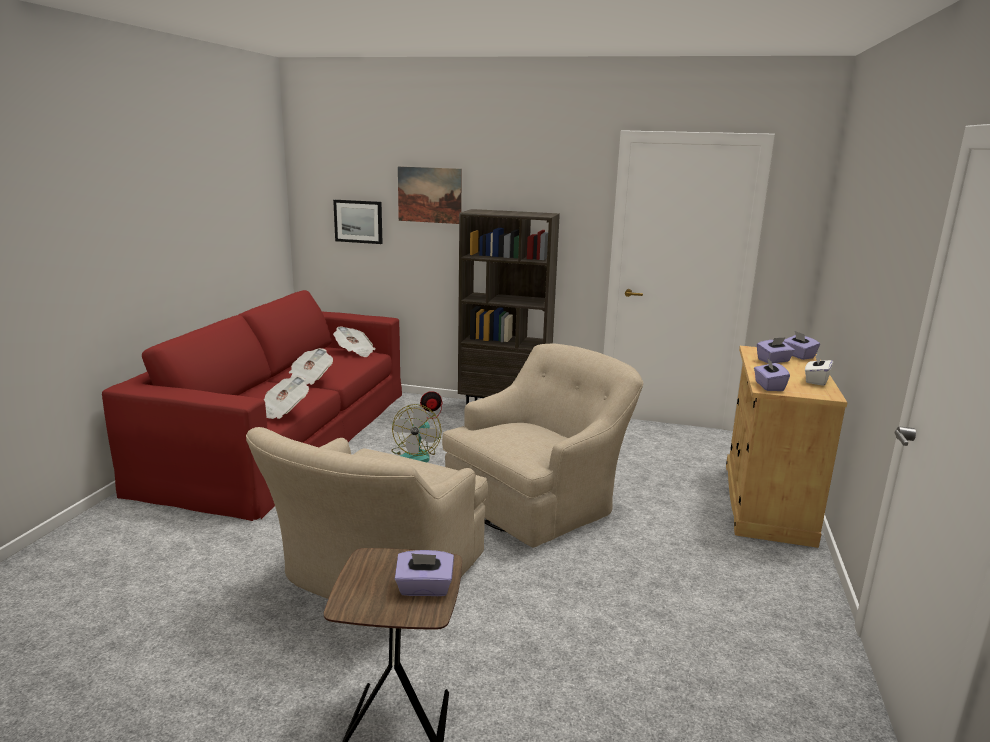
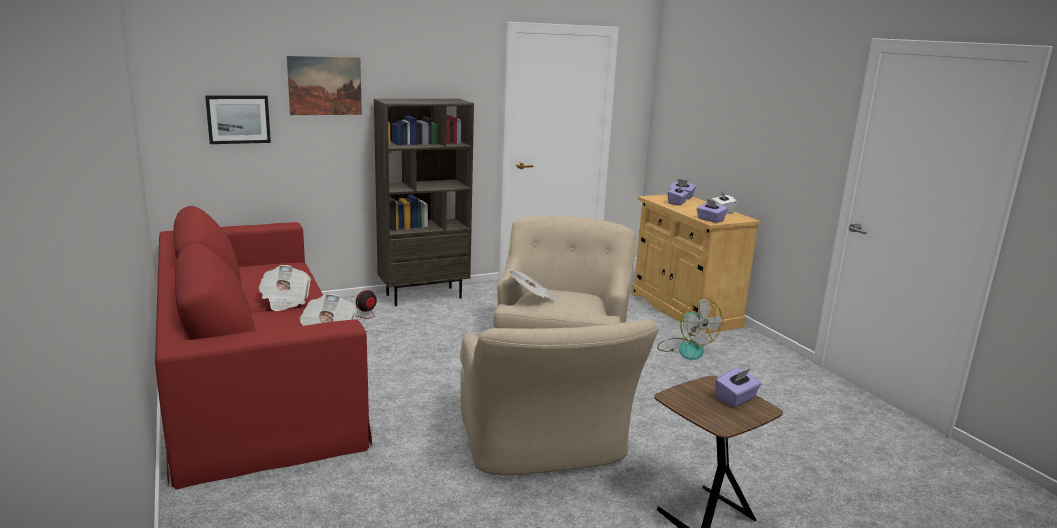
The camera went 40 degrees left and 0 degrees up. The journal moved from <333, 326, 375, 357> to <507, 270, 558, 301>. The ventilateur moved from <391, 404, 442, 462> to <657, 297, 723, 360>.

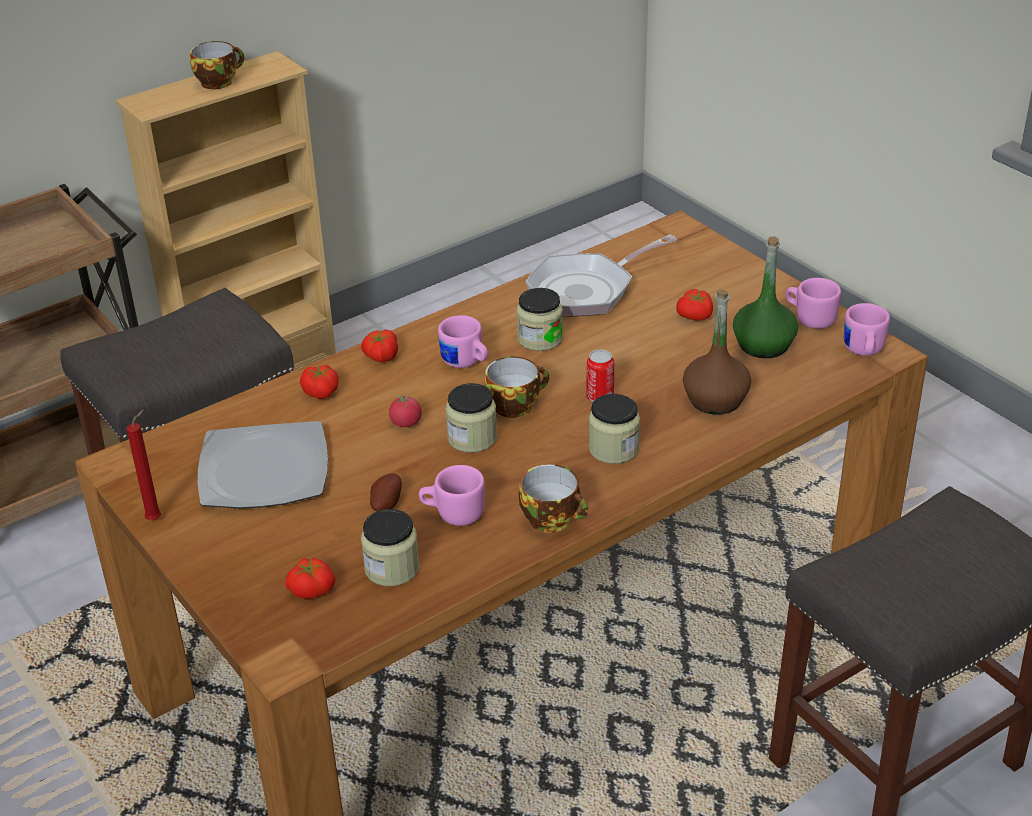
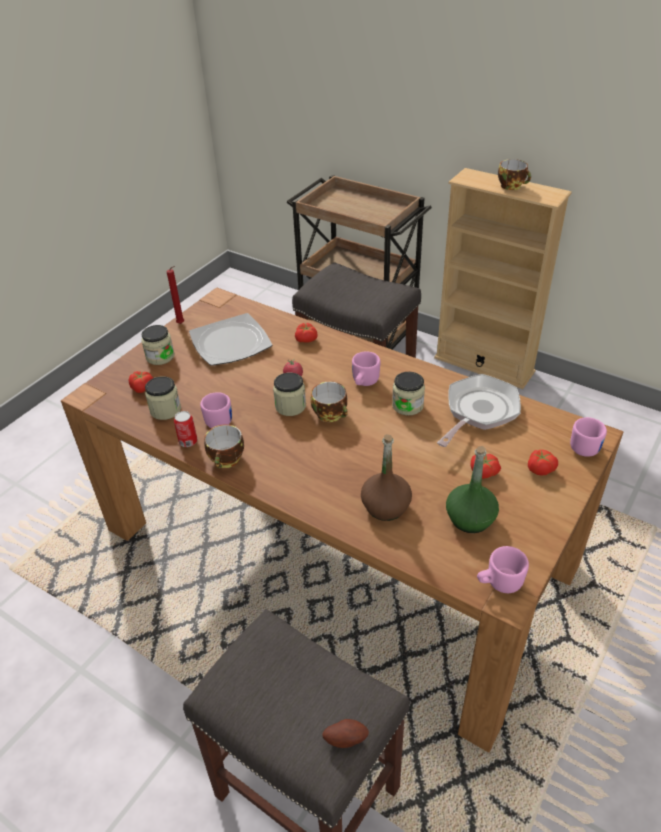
The camera went 70 degrees right and 5 degrees up. The tomate moved from <361, 329, 398, 362> to <528, 450, 558, 476>. The pomme de terre moved from <370, 473, 402, 512> to <323, 719, 369, 748>. The boîte métallique moved from <586, 349, 614, 402> to <174, 411, 197, 447>. The bocal moved from <589, 394, 640, 464> to <141, 325, 174, 365>. The mug/rose moved from <785, 278, 841, 329> to <570, 417, 607, 457>. The poêle at <525, 234, 677, 316> turned 90 degrees clockwise.

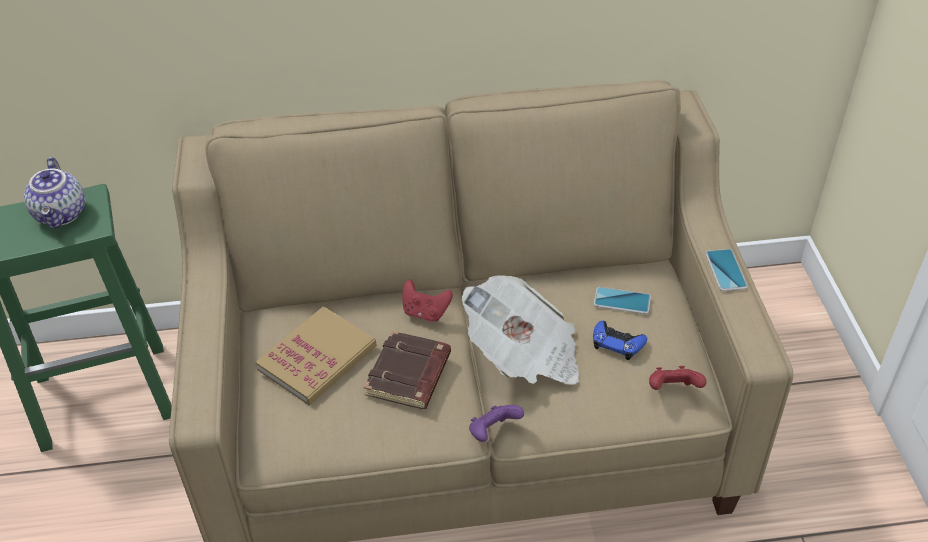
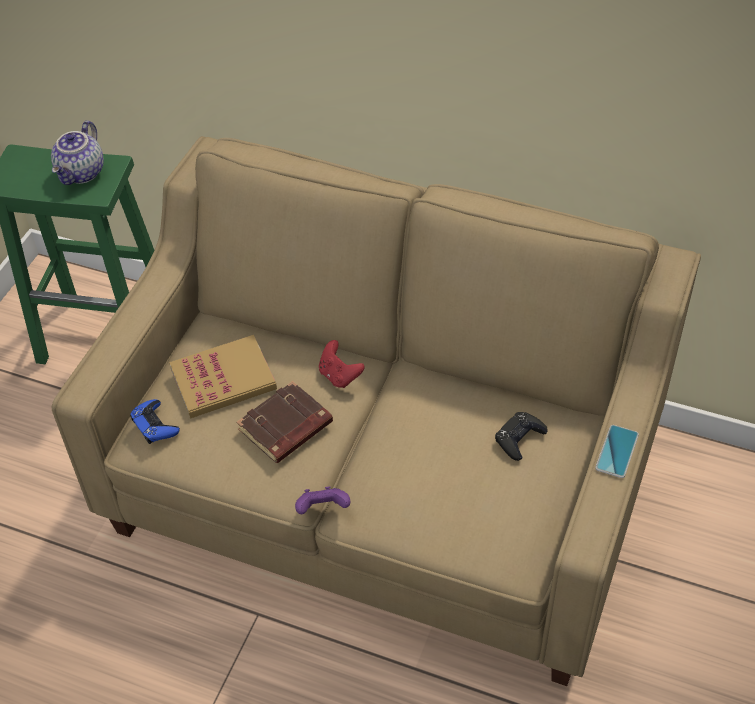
The camera went 30 degrees right and 5 degrees up. The journal at <462, 275, 579, 385> disappeared. The manette/rouge at <649, 366, 706, 390> disappeared. The manette/bleu moved from <593, 321, 647, 360> to <130, 399, 180, 444>. The téléphone at <594, 287, 651, 314> was replaced by the manette/noir at <495, 412, 548, 461>.

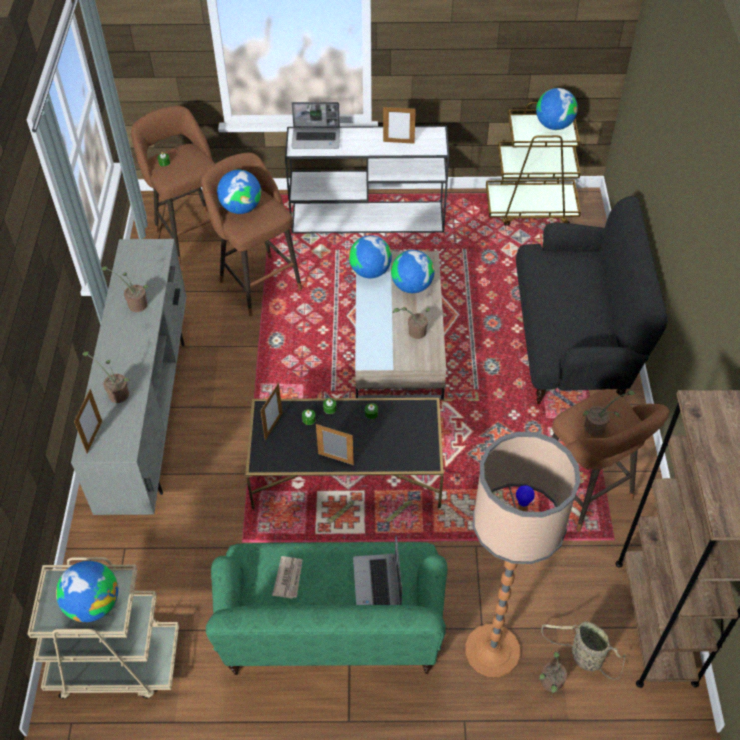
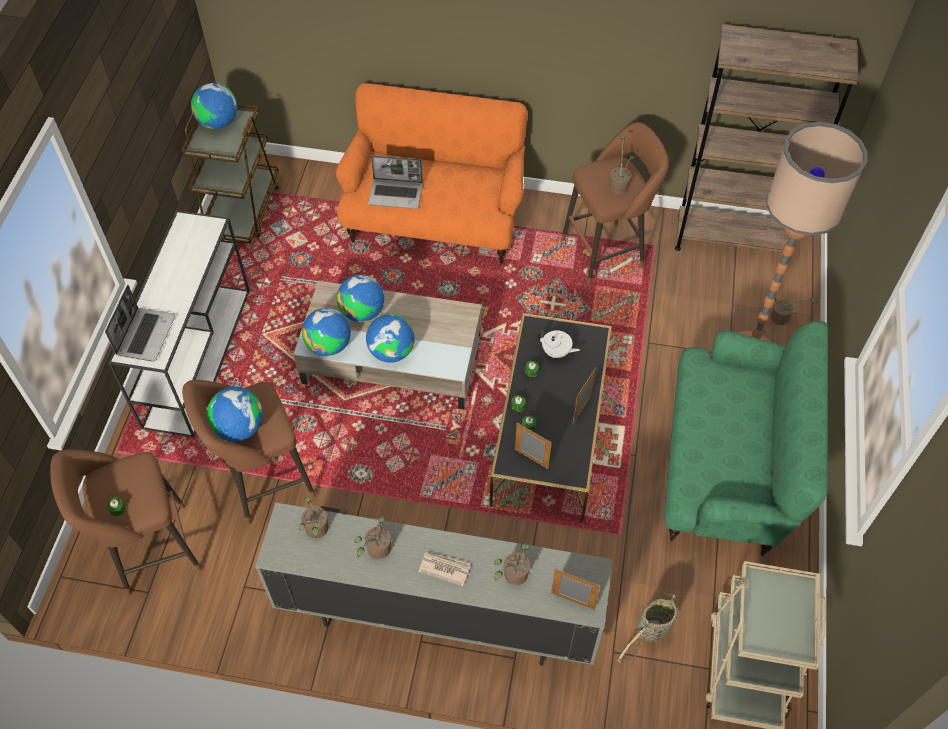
The camera went 80 degrees left and 5 degrees up. The cadre photo at <383, 107, 416, 144> disappeared. The théière/blanc at <537, 330, 580, 358> appeared. The globe moved from <56, 561, 118, 622> to <366, 314, 415, 363>. The journal moved from <272, 556, 302, 599> to <419, 552, 471, 586>. The ordinateur portable moved from <353, 534, 402, 605> to <368, 155, 423, 209>. The plante en pot moved from <393, 307, 431, 339> to <299, 497, 329, 539>. The panier moved from <541, 621, 625, 679> to <618, 592, 679, 665>. The canapé/noir at <516, 196, 668, 404> became the canapé/orange at <336, 83, 527, 264>.

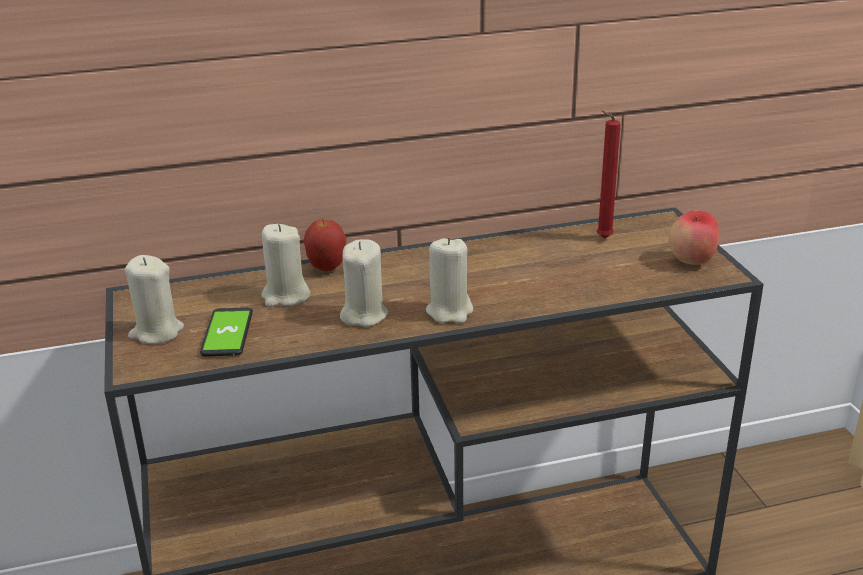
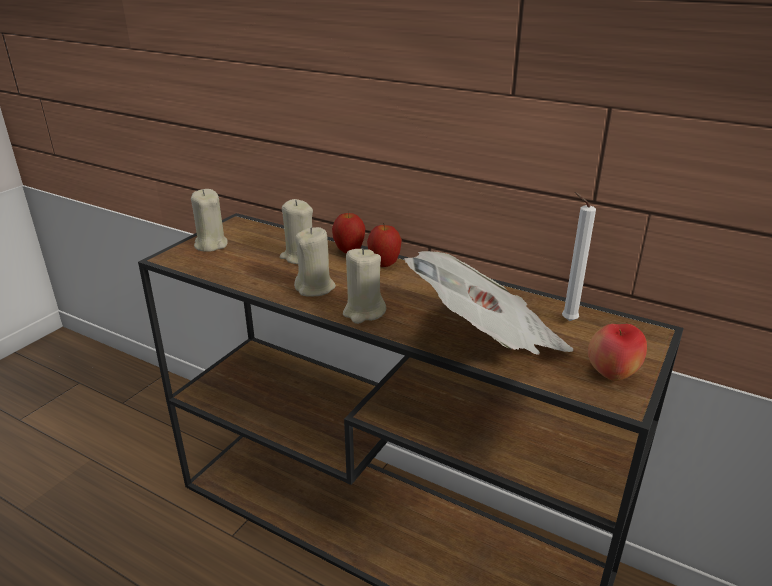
The camera went 45 degrees right and 0 degrees up. The téléphone at <200, 308, 253, 356> disappeared. The pomme at <367, 225, 402, 267> appeared. The journal at <404, 251, 573, 355> appeared. The bougie/rouge at <596, 111, 621, 239> became the bougie/blanc at <562, 192, 596, 321>.

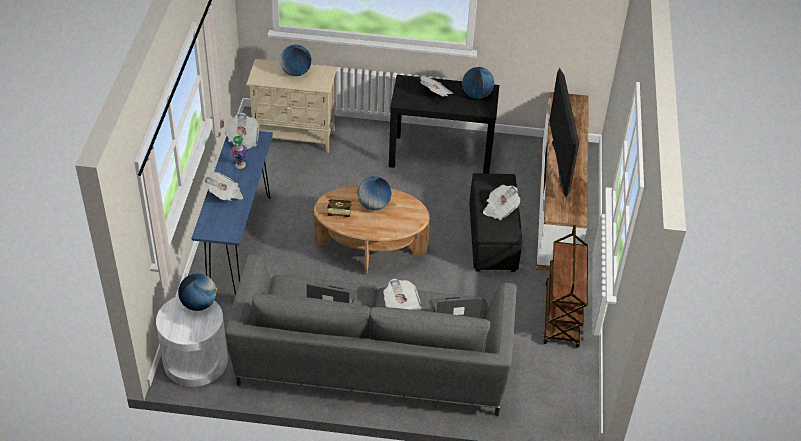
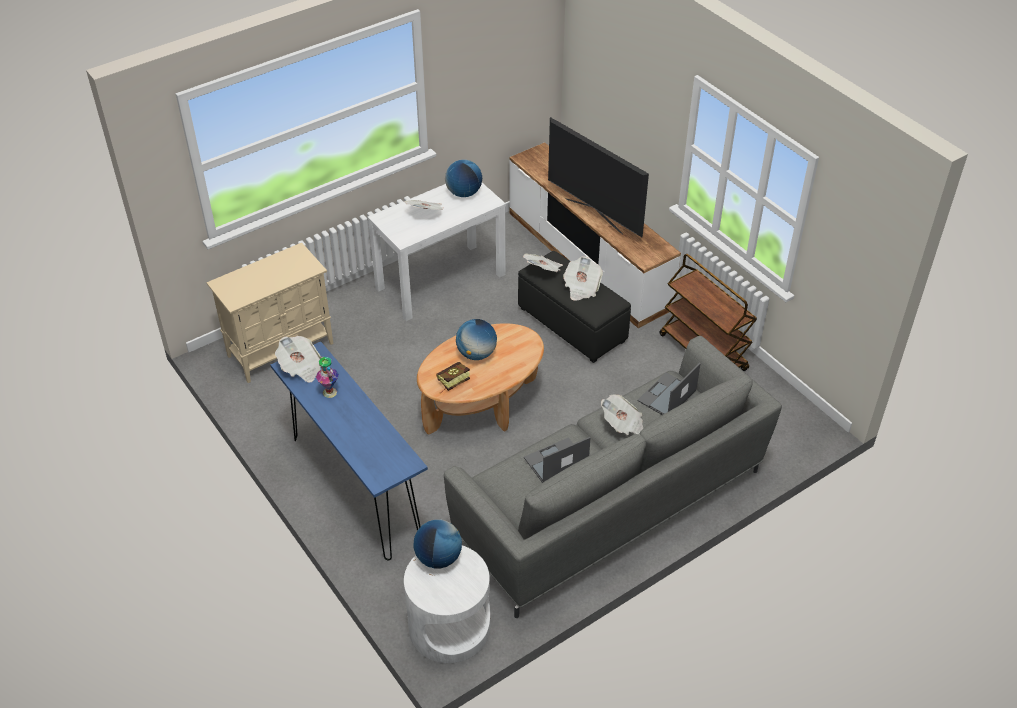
The camera went 40 degrees left and 0 degrees up. The globe at <280, 44, 311, 76> disappeared. The journal moved from <204, 172, 243, 201> to <523, 254, 563, 272>. The table console/noir at <389, 75, 499, 174> became the table console/blanc at <367, 183, 506, 321>.

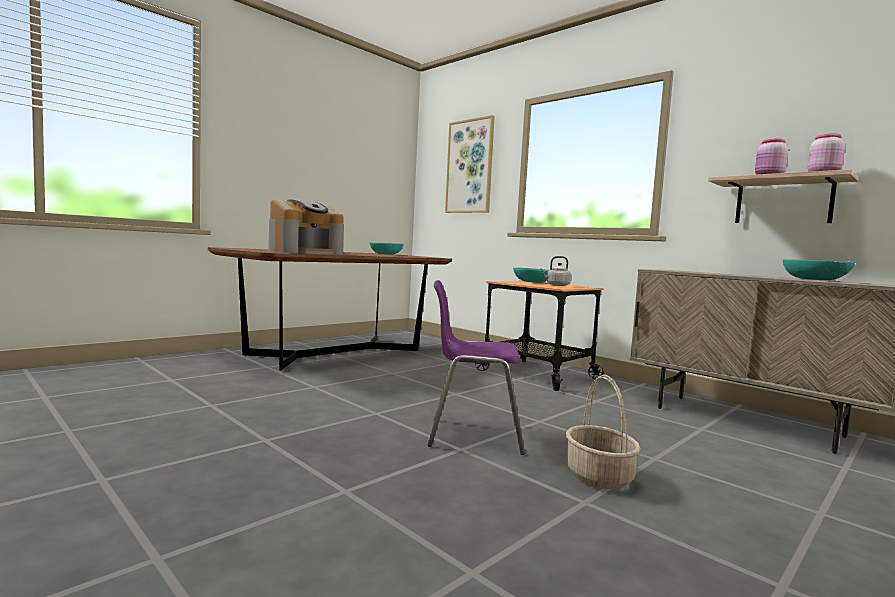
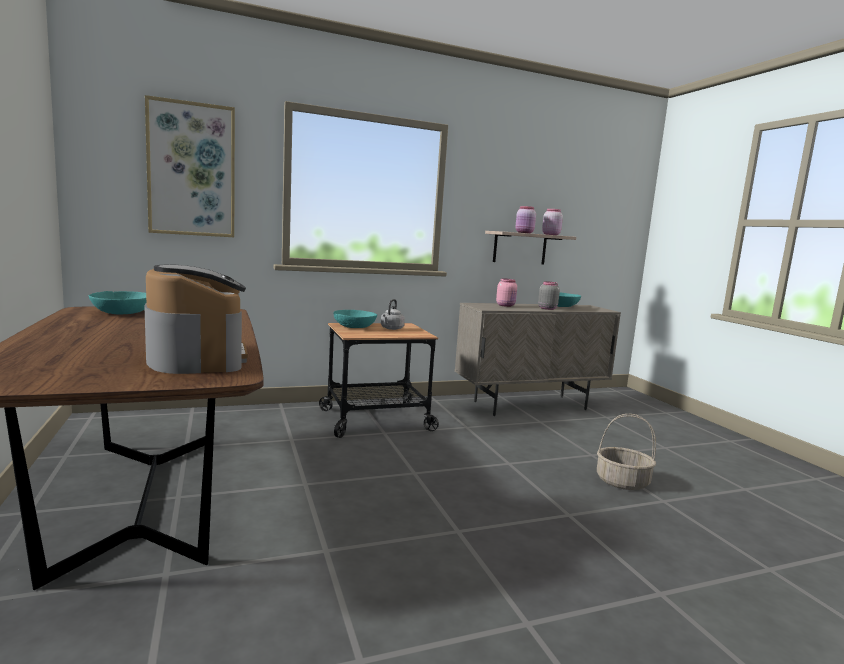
The camera went 65 degrees left and 5 degrees up. The chaise/violet at <427, 280, 525, 455> disappeared. The bocal/rose at <496, 278, 517, 307> appeared. The bocal/gris at <538, 281, 560, 310> appeared.

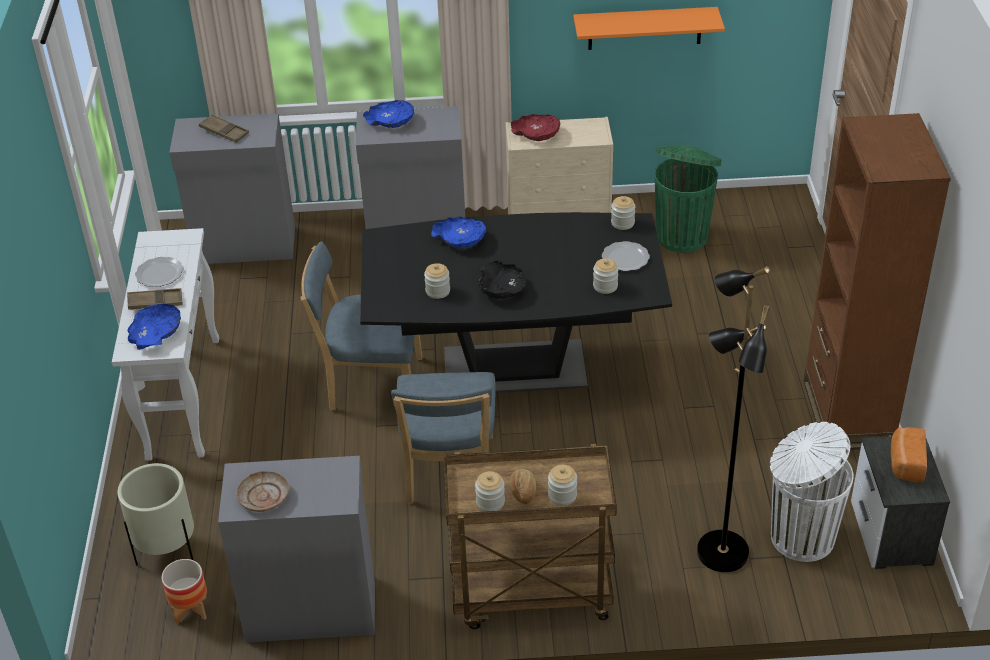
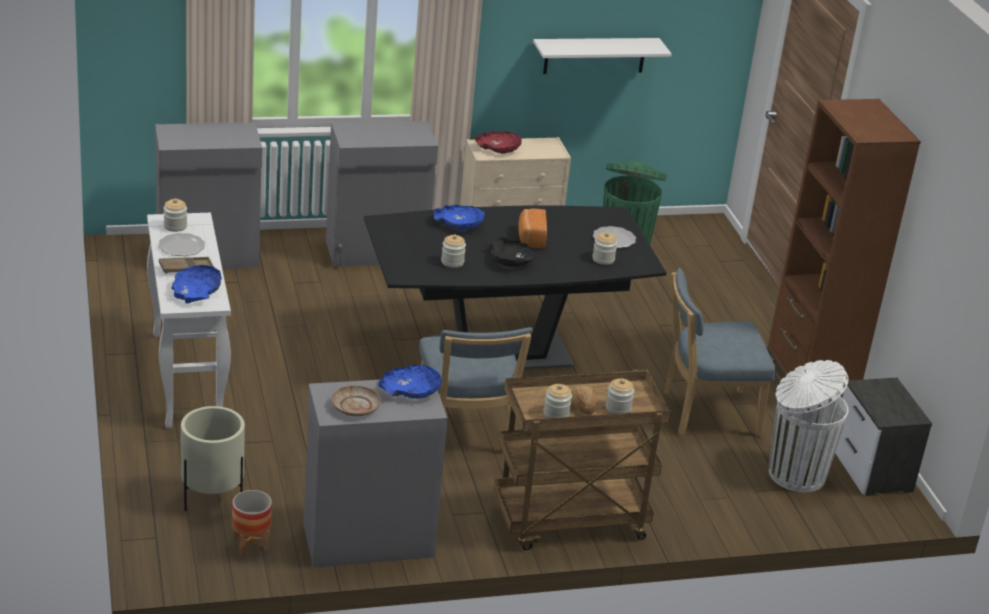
The camera went 15 degrees left and 10 degrees down. The plateau/marron at <199, 114, 249, 143> disappeared. The lampadaire/noir at <697, 266, 770, 572> disappeared. The chaise/bleu moved from <300, 241, 422, 411> to <664, 268, 776, 436>. The bol/bleu moved from <363, 100, 414, 128> to <378, 365, 442, 399>. The bocal moved from <611, 196, 635, 230> to <163, 198, 187, 232>. The pain moved from <891, 427, 927, 482> to <518, 208, 547, 248>. The étagère/orange at <573, 7, 725, 50> became the étagère/blanc at <533, 38, 672, 74>.

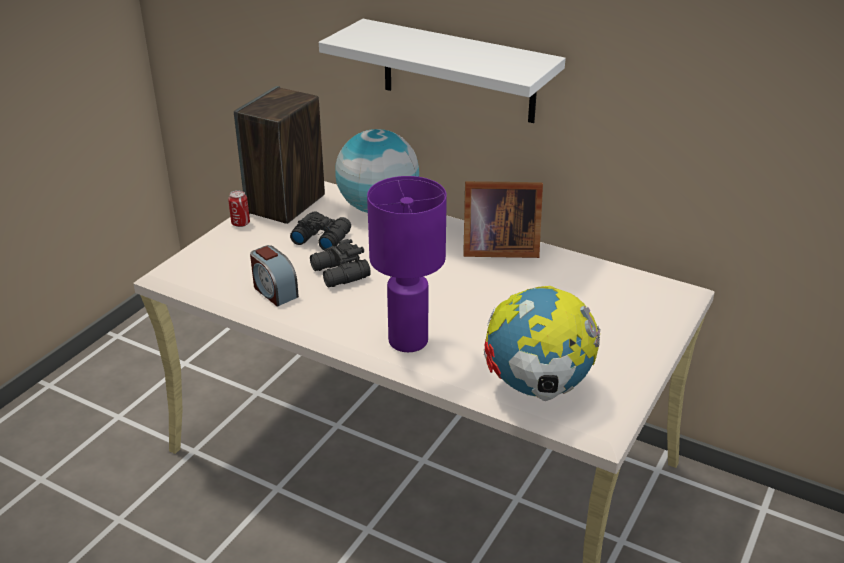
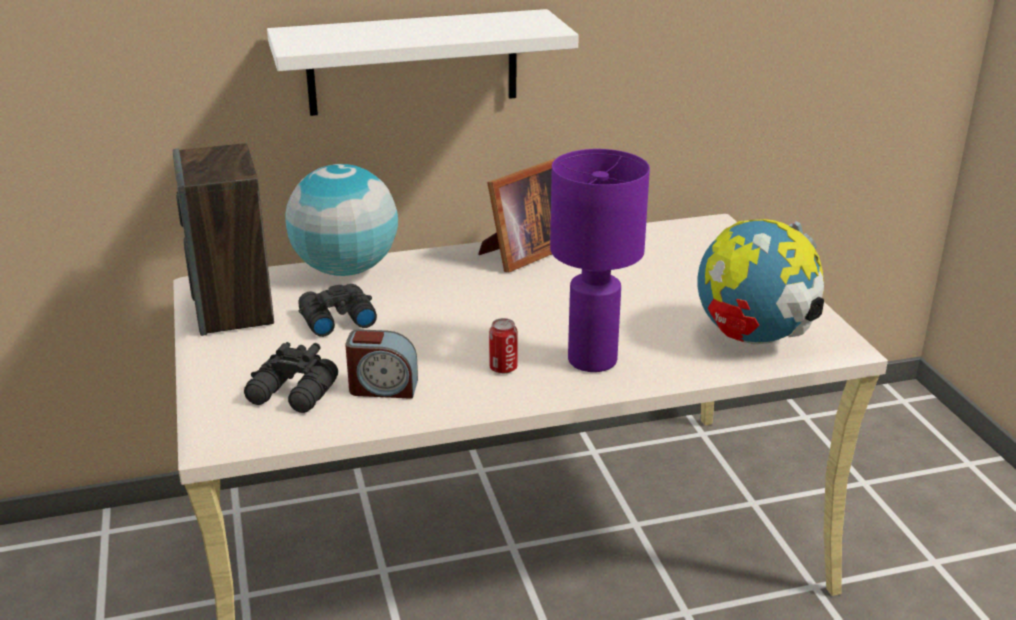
The camera went 45 degrees left and 5 degrees down. The boîte métallique moved from <228, 190, 250, 227> to <489, 318, 518, 374>. The jumelles/noir moved from <310, 239, 371, 287> to <244, 342, 338, 413>.

